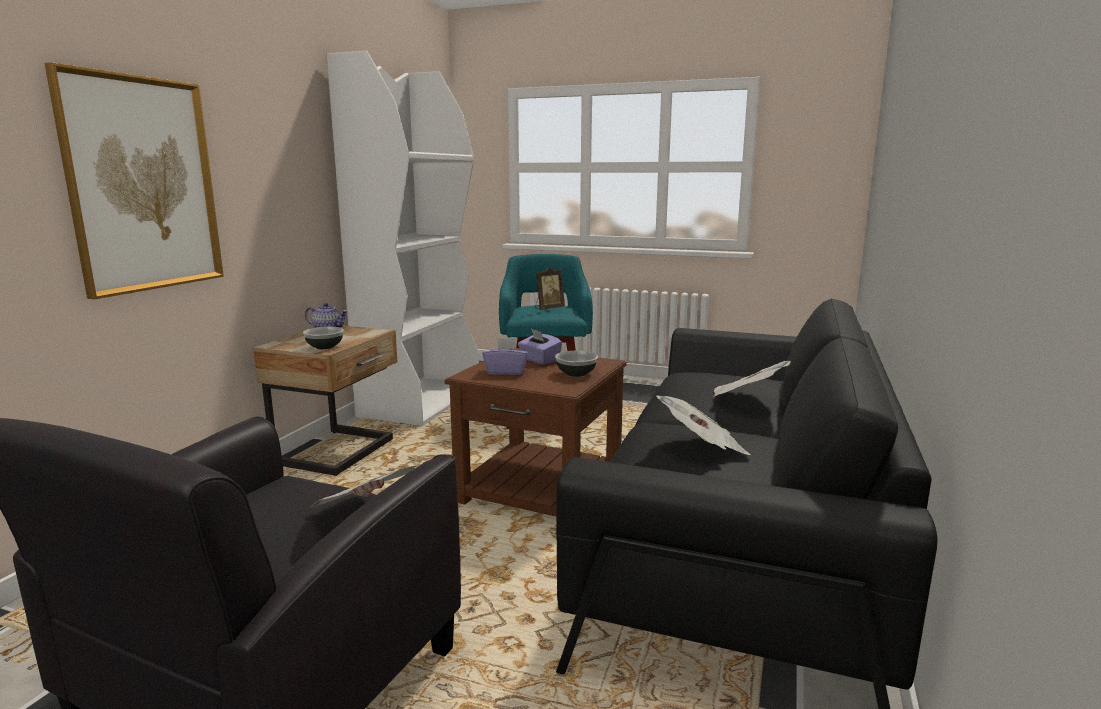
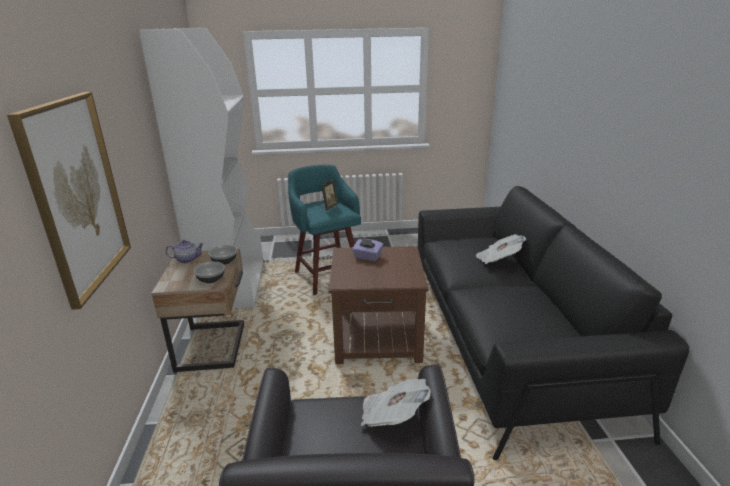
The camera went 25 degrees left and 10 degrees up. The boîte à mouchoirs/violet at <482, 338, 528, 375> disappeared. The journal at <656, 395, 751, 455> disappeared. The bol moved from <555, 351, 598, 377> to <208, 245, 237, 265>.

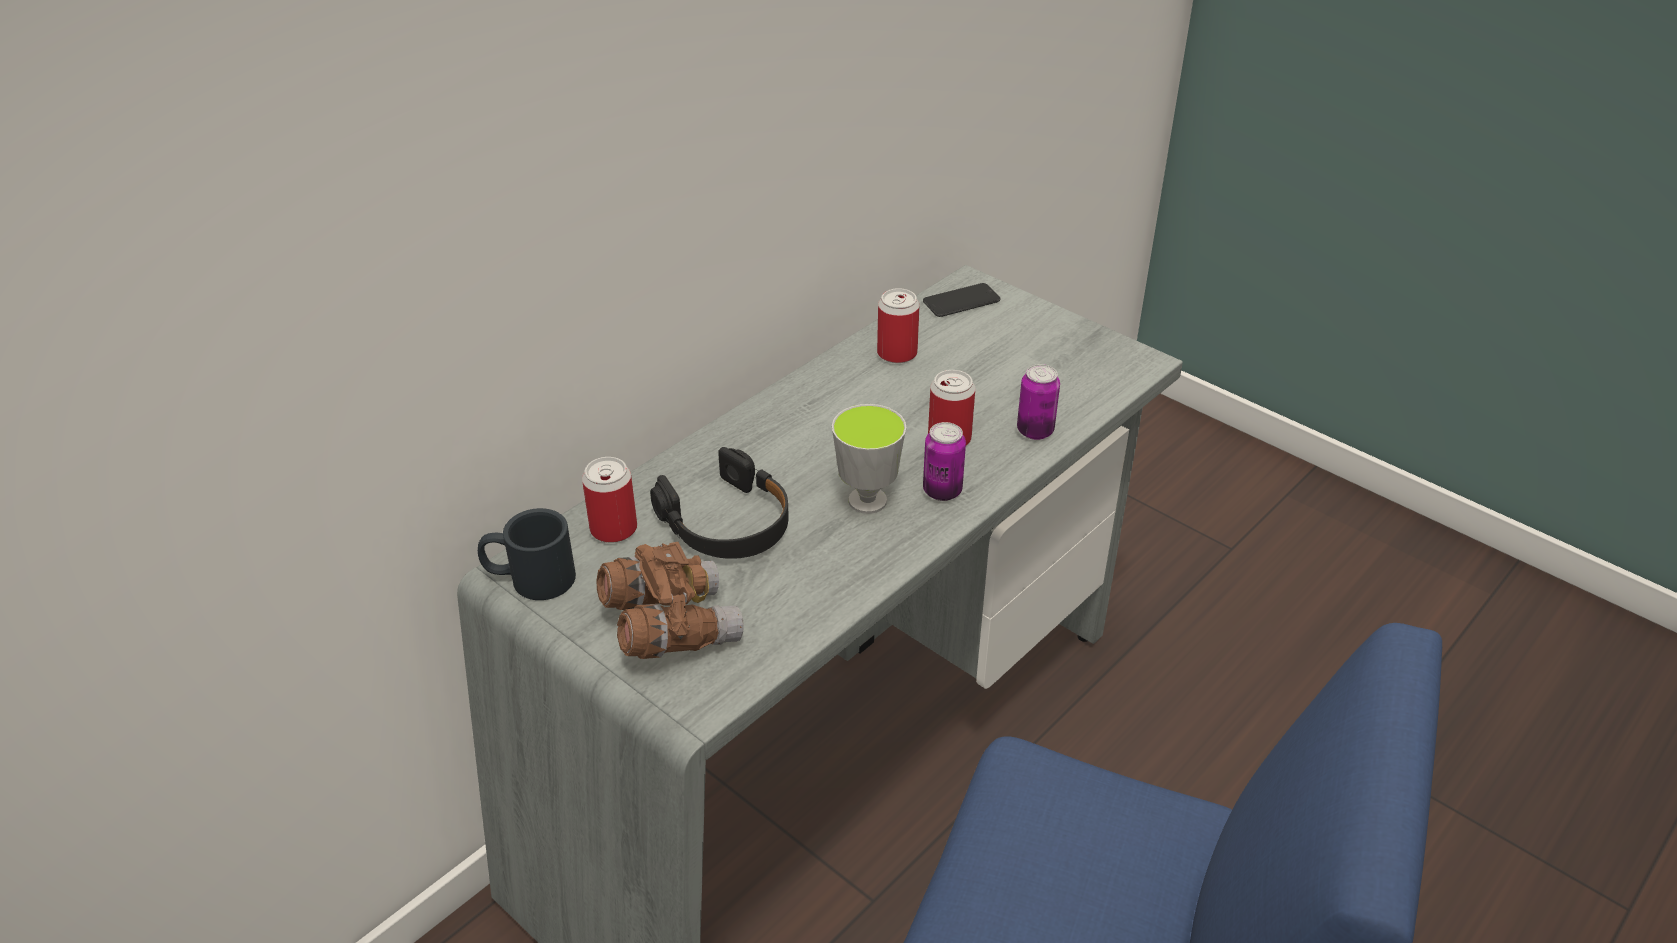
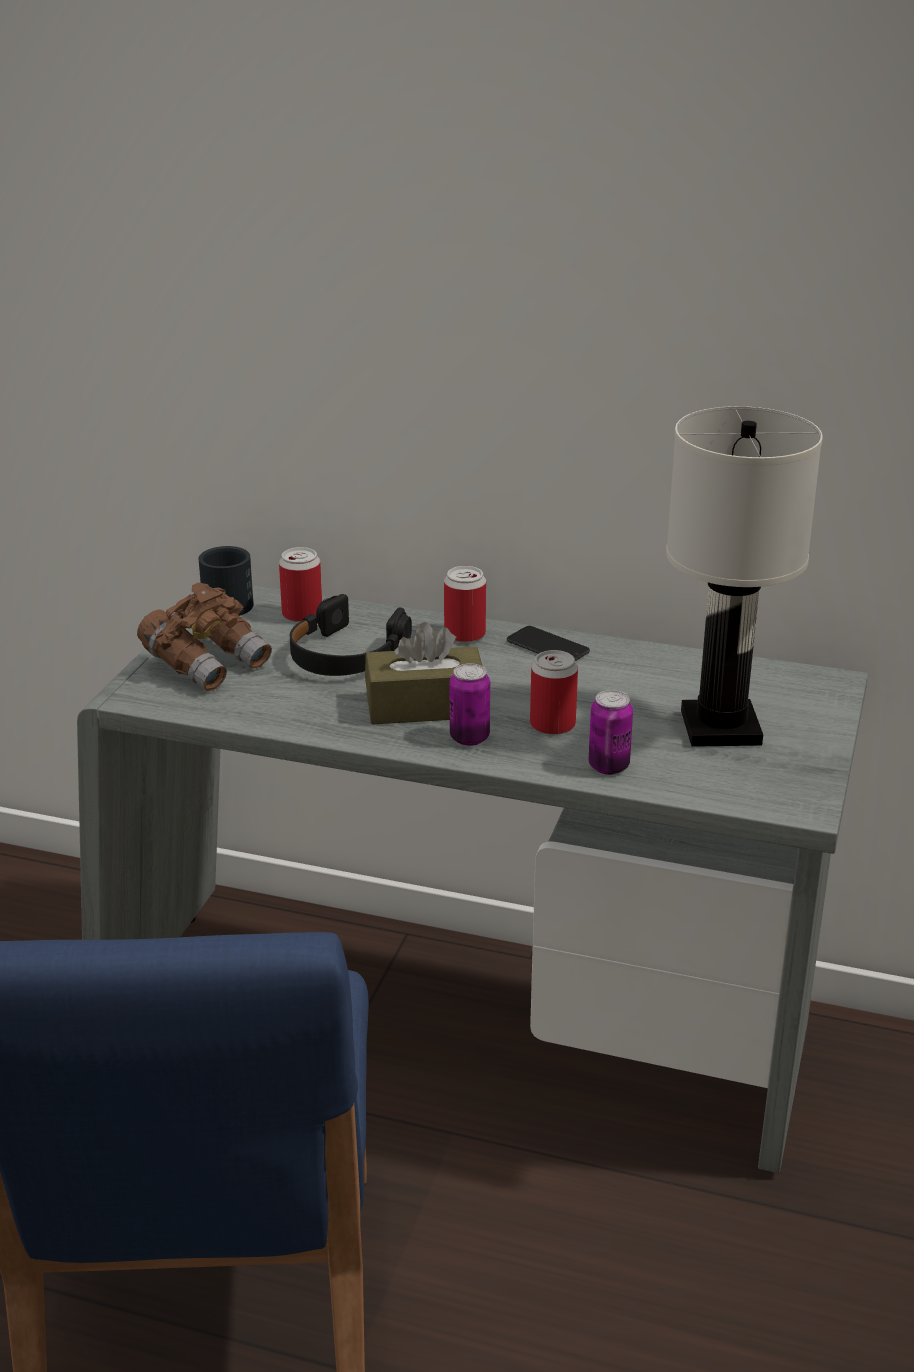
The camera went 65 degrees right and 10 degrees down. The lampe de table/blanc at <666, 406, 823, 747> appeared. The boîte métallique moved from <877, 288, 920, 363> to <444, 566, 486, 643>. The téléphone moved from <923, 283, 1001, 317> to <507, 626, 590, 661>. The tasse at <832, 404, 906, 514> was replaced by the boîte à mouchoirs/marron at <365, 622, 482, 725>.

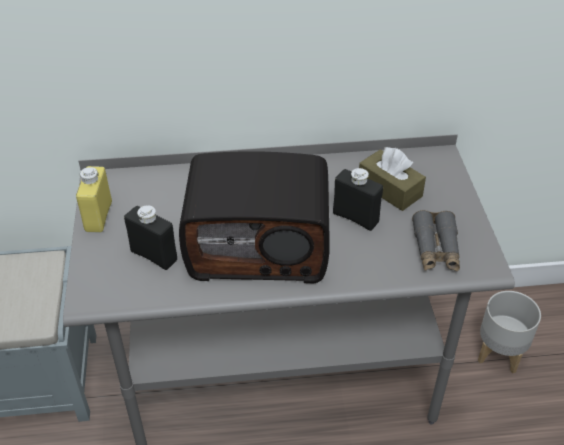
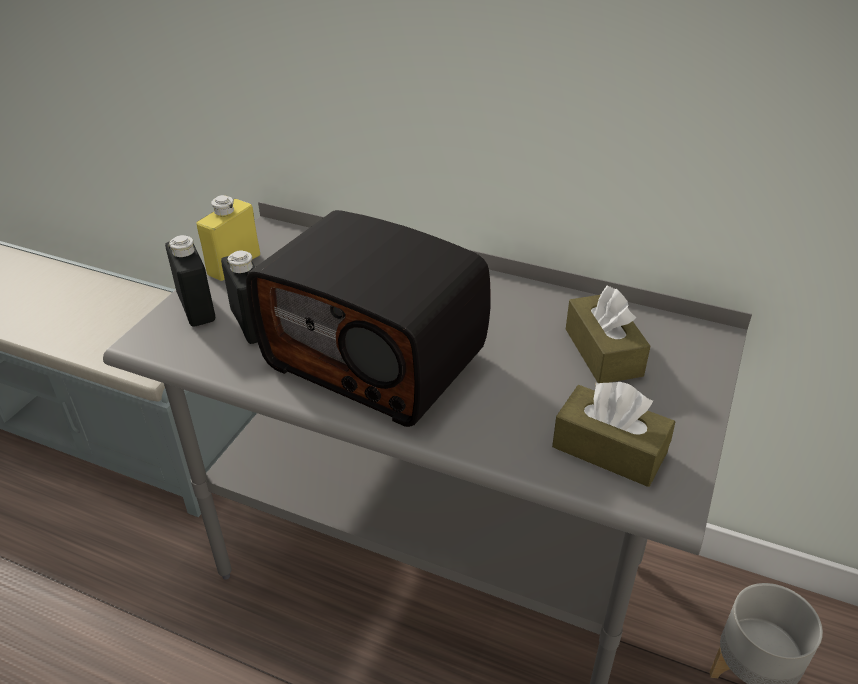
The camera went 30 degrees right and 5 degrees down. The bouteille/noir moved from <333, 168, 383, 231> to <165, 235, 215, 327>. The jumelles/gris at <412, 210, 460, 271> was replaced by the boîte à mouchoirs/marron at <552, 382, 675, 487>.

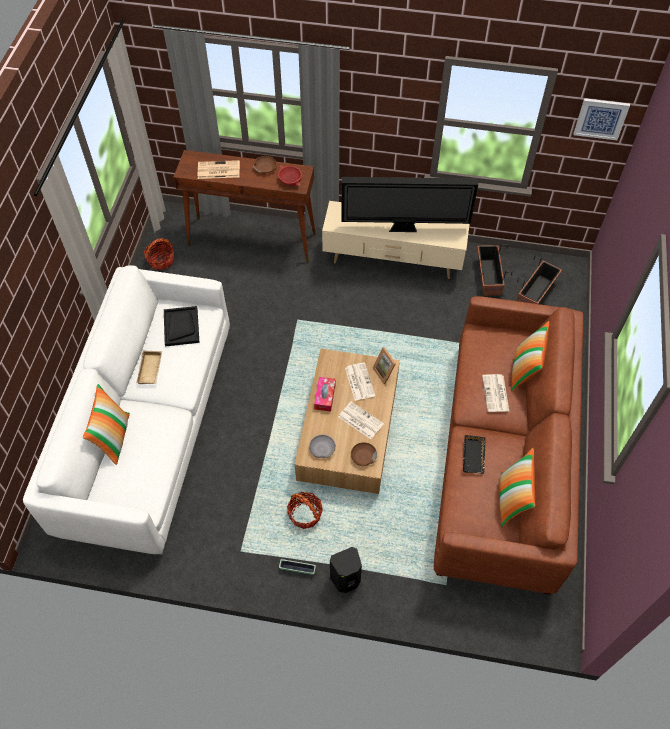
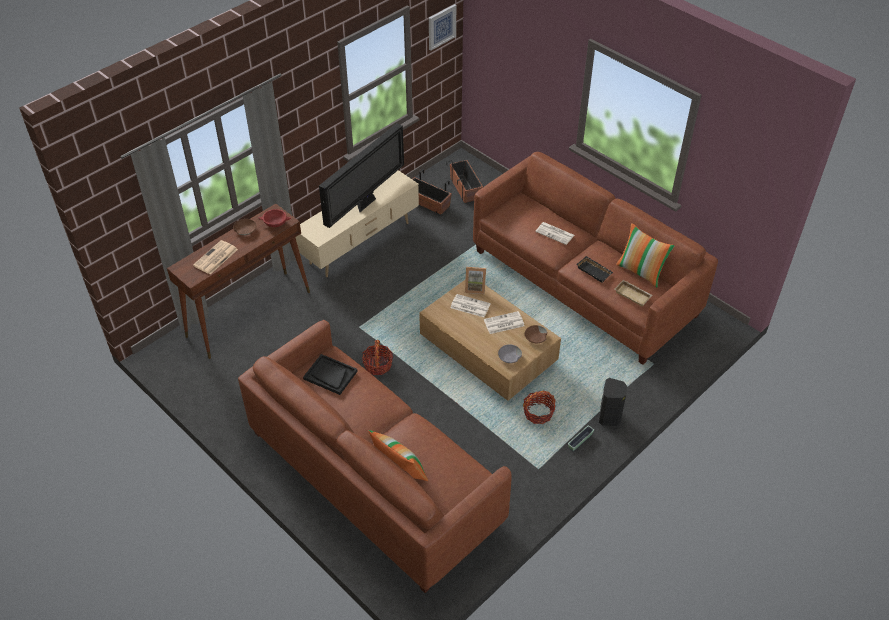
The camera went 55 degrees left and 10 degrees down. The boîte à mouchoirs at <314, 377, 336, 412> disappeared. The coussin at <511, 321, 549, 392> disappeared. The plateau/beige moved from <136, 350, 162, 384> to <615, 280, 653, 307>. The panier moved from <144, 238, 174, 270> to <362, 340, 393, 375>. The canapé/blanc at <23, 265, 230, 555> became the canapé/marron at <238, 320, 512, 593>.

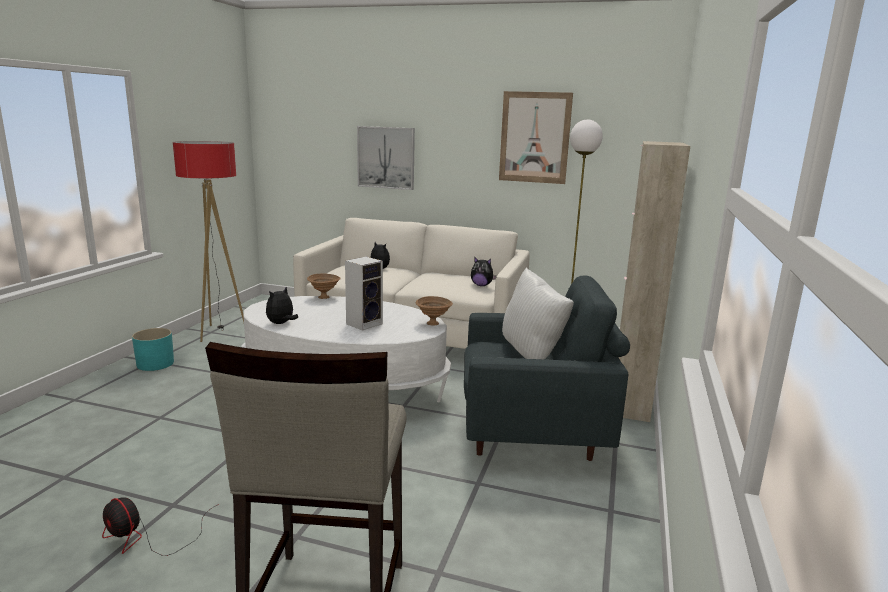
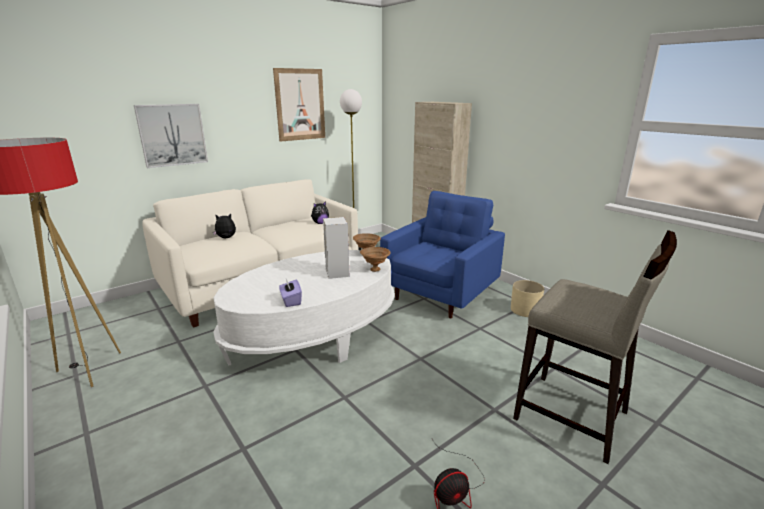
The camera went 55 degrees left and 5 degrees up. The cache-pot/turquoise at <132, 328, 174, 371> disappeared. The coussin/blanc at <502, 267, 574, 359> disappeared. The cache-pot/beige at <511, 280, 544, 317> appeared. The bol/marron moved from <307, 273, 341, 299> to <360, 247, 391, 272>. The peluche at <266, 287, 298, 324> was replaced by the boîte à mouchoirs/violet at <279, 279, 302, 307>. The fauteuil/gris at <464, 275, 630, 461> became the fauteuil/bleu at <380, 191, 505, 318>.

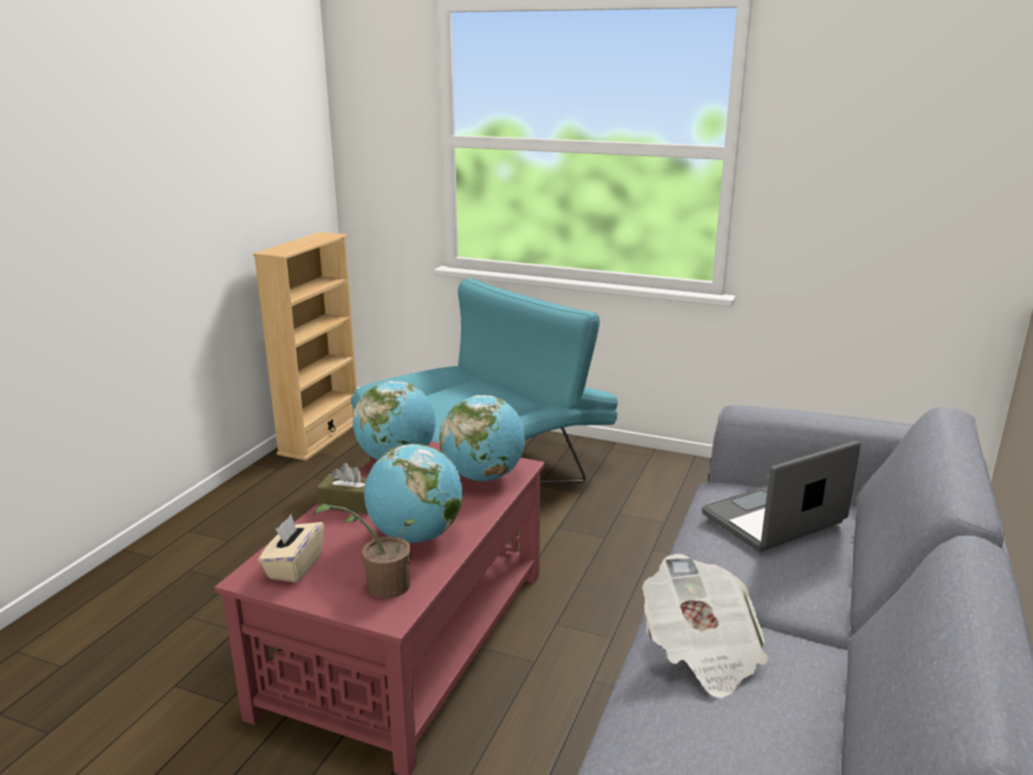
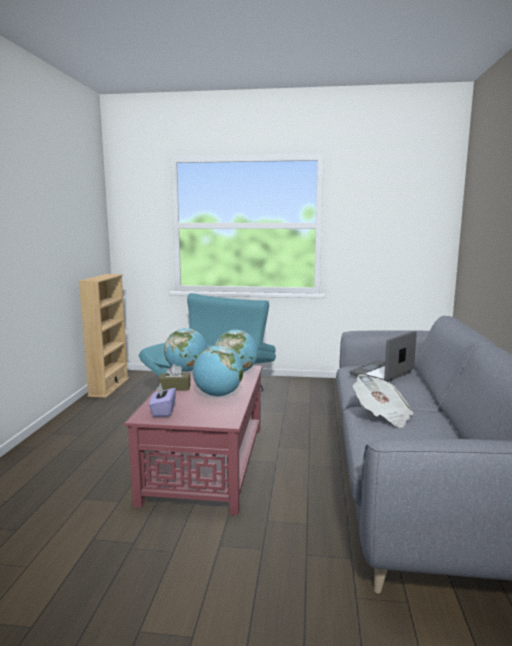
The camera went 15 degrees left and 10 degrees down. The plante en pot at <313, 504, 417, 599> disappeared. The boîte à mouchoirs/beige at <258, 515, 324, 583> became the boîte à mouchoirs/violet at <149, 383, 176, 417>.

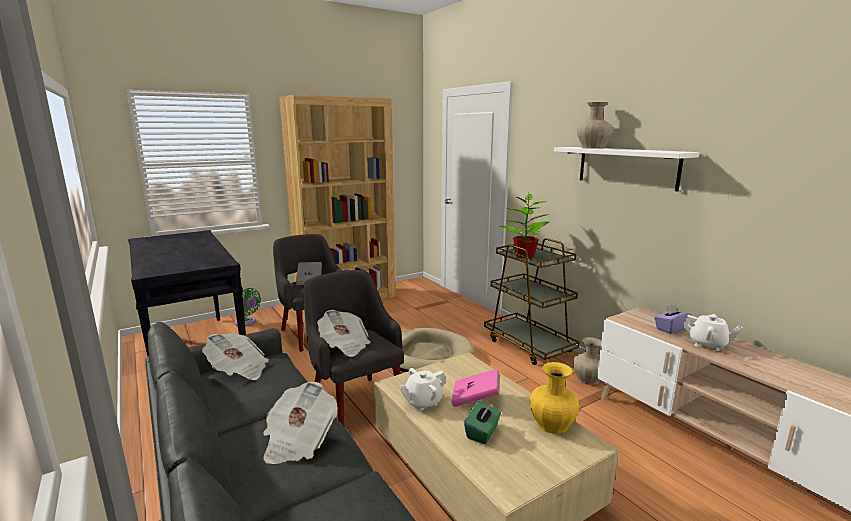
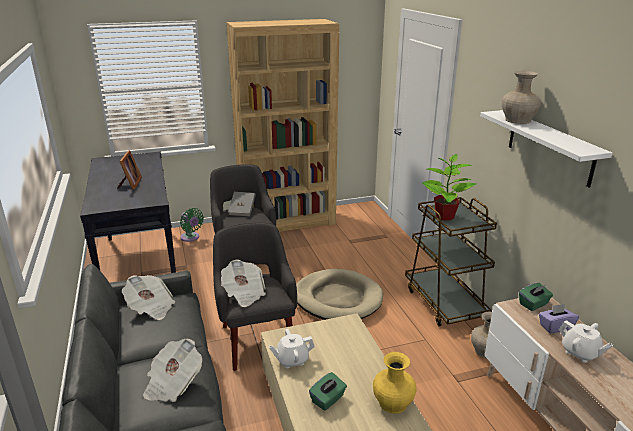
The camera went 15 degrees right and 10 degrees up. The livre/rose at <451, 368, 500, 407> disappeared. The cadre photo at <117, 150, 142, 190> appeared. The boîte à mouchoirs/vert at <519, 283, 553, 311> appeared.

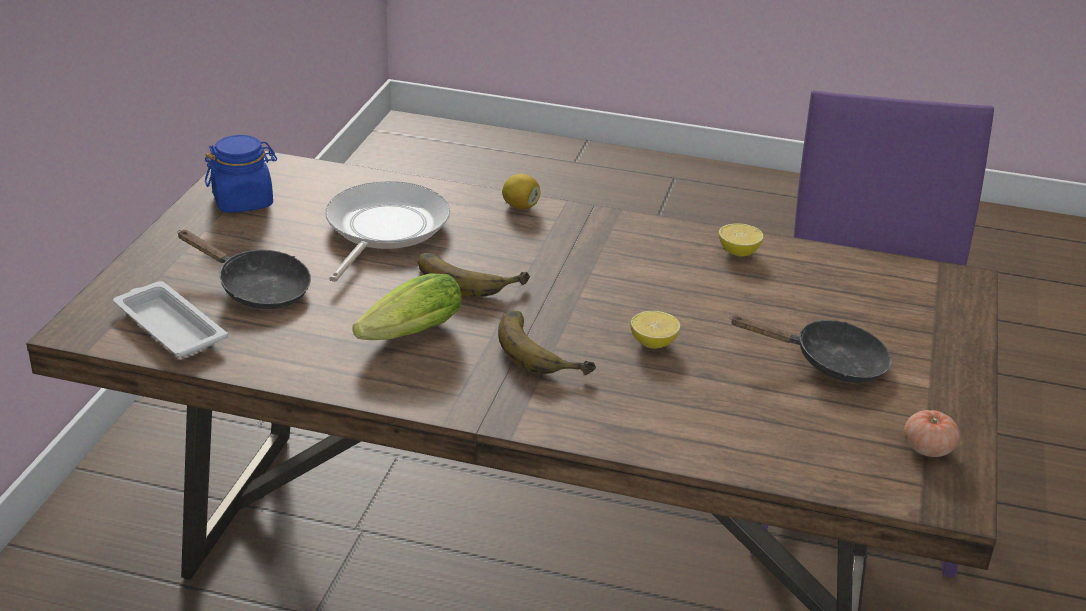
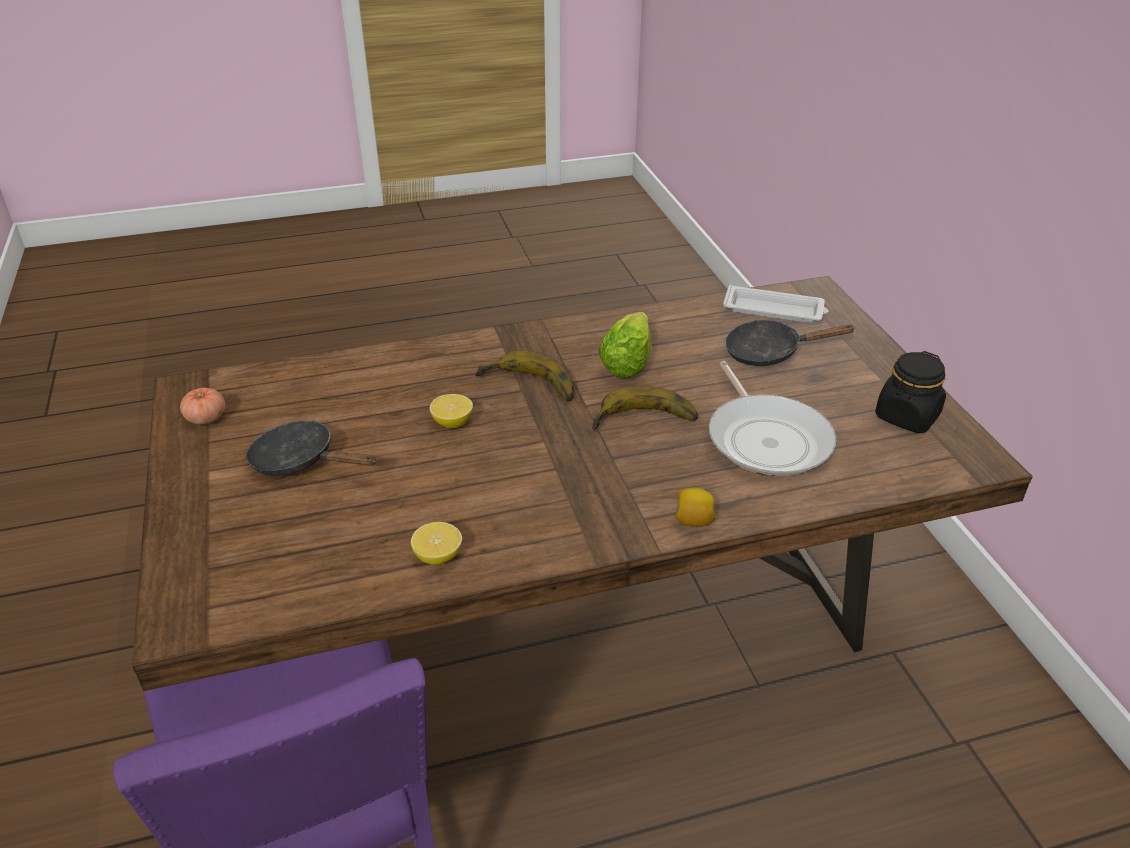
The camera went 150 degrees right and 5 degrees up. The bocal/bleu at <205, 135, 277, 213> became the bocal/noir at <875, 351, 946, 433>. The poêle/noir at <730, 315, 892, 383> turned 45 degrees clockwise.

